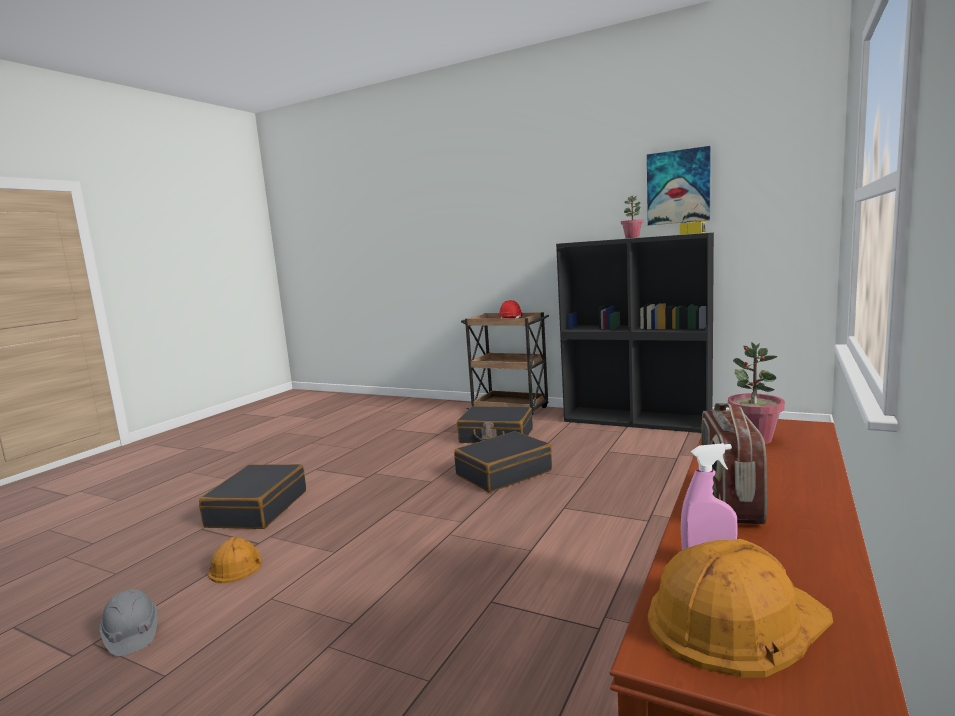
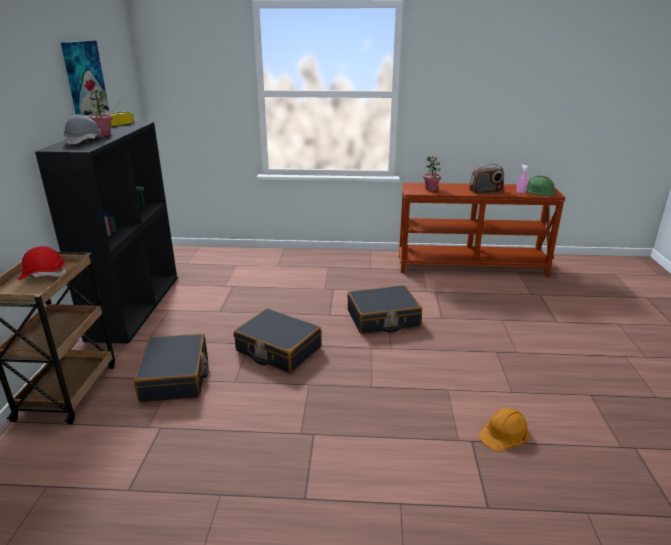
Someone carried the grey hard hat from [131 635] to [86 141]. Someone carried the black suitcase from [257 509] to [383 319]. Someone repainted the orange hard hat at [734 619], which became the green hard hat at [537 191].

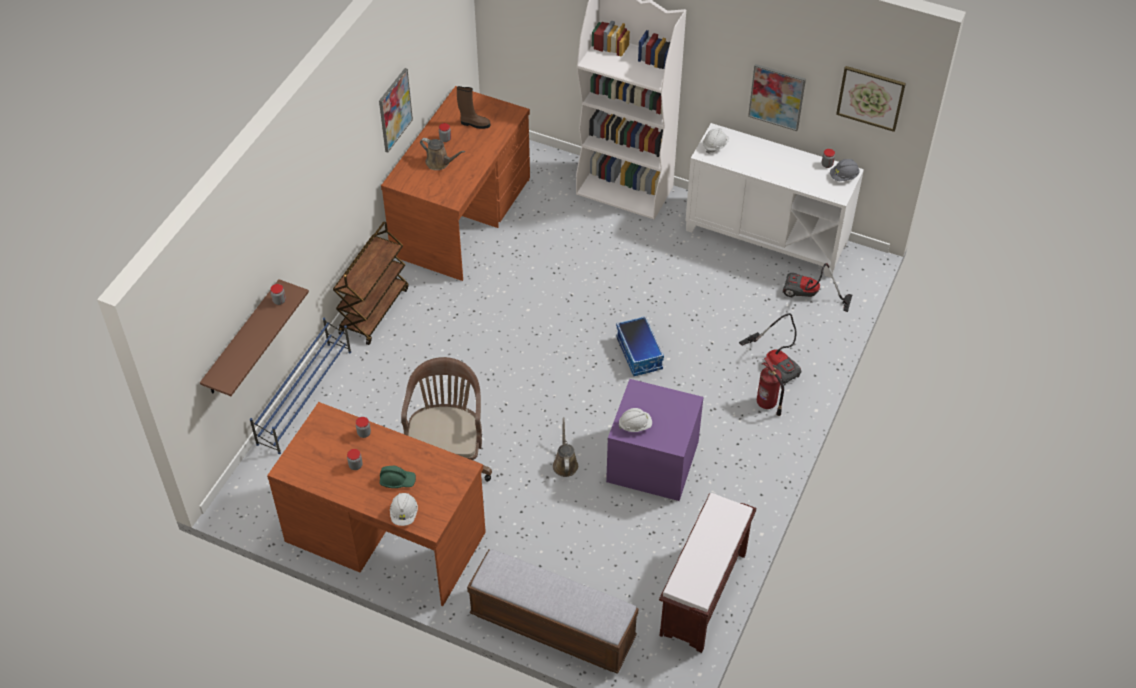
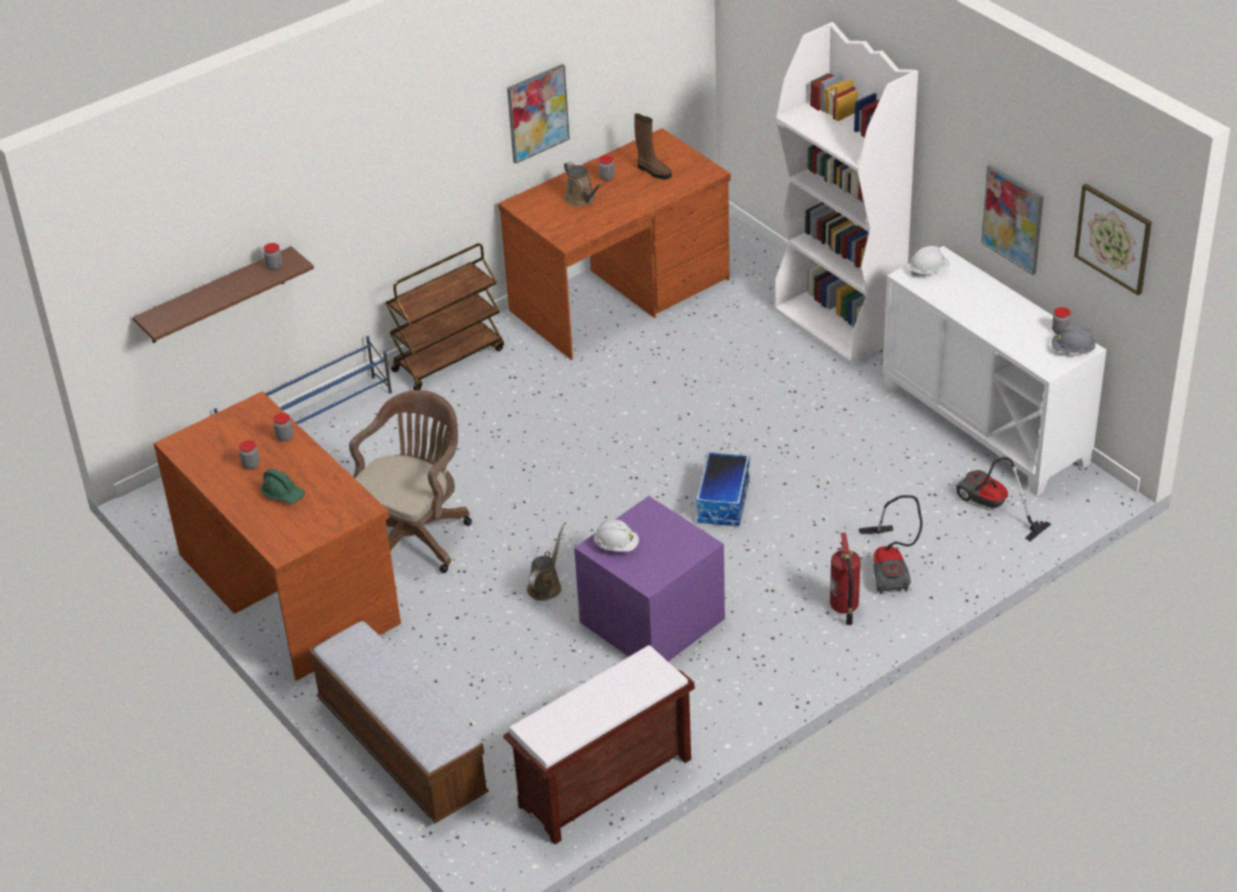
Someone took away the white hard hat at [404 514].

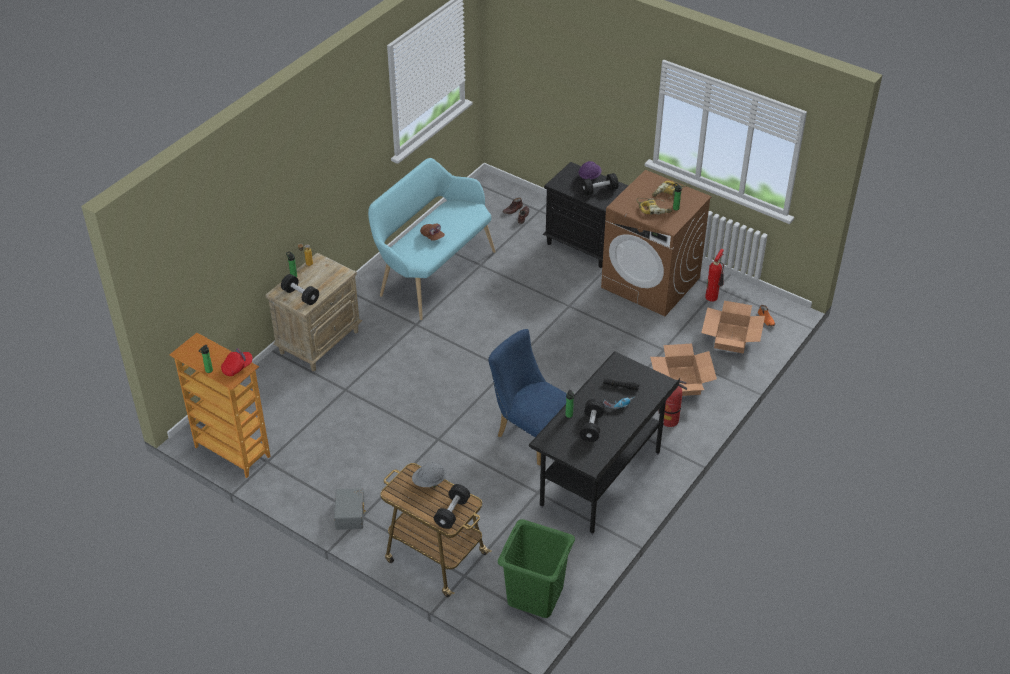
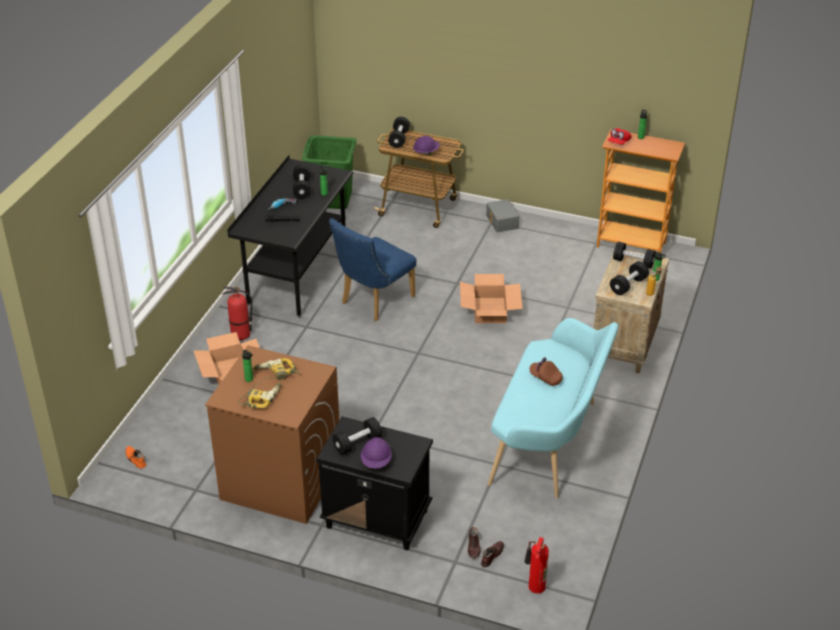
Someone put down the black dumbbell at [628 285]. Someone carried the cardboard box from [731 338] to [490 310]. Someone carried the fire extinguisher from [713 297] to [534 587]. Someone repainted the grey hard hat at [429 482], which became the purple hard hat at [426 152]. Someone rotated the blue chair at [530 433] by 105 degrees clockwise.

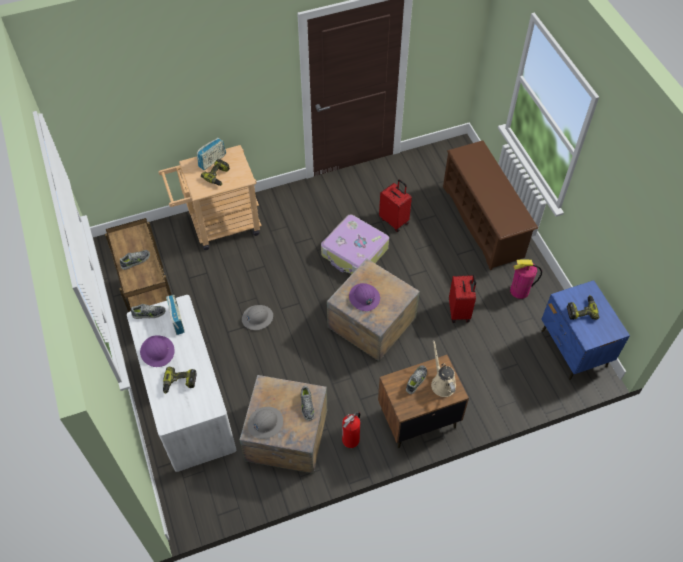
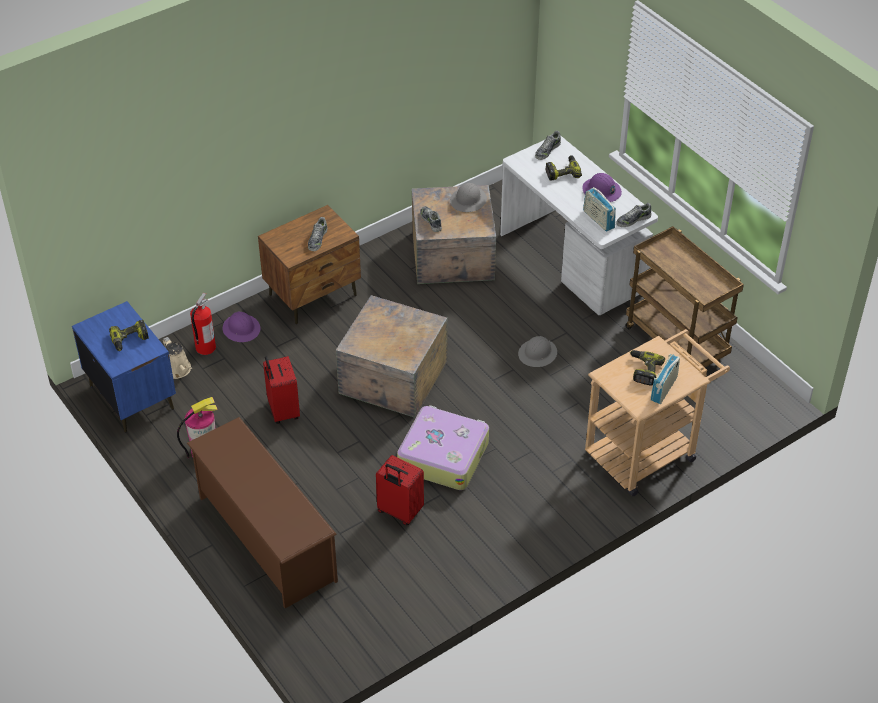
Someone carried the shoe from [135 261] to [547 150]. Someone carried the fire extinguisher from [351 440] to [205 348]. Someone carried the purple hard hat from [364 298] to [241 329]. Someone carried the beige watering can from [442 383] to [178 370].

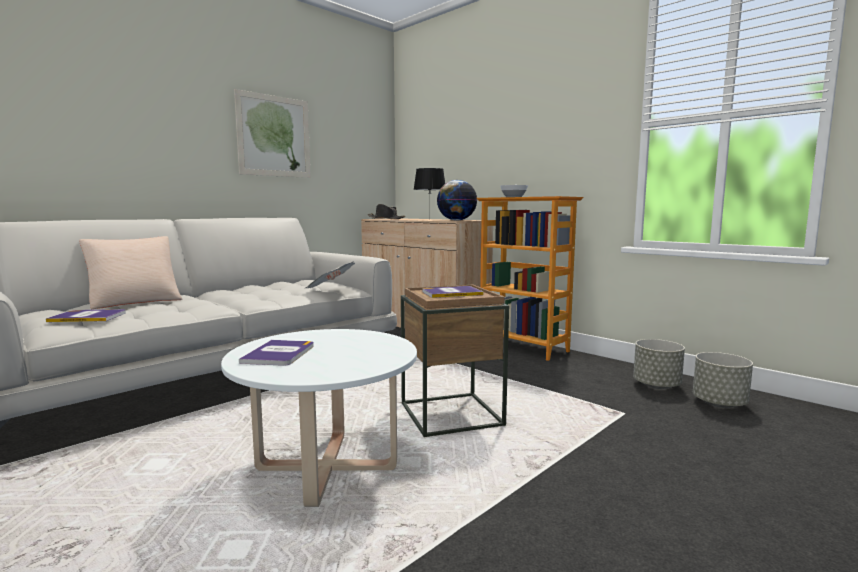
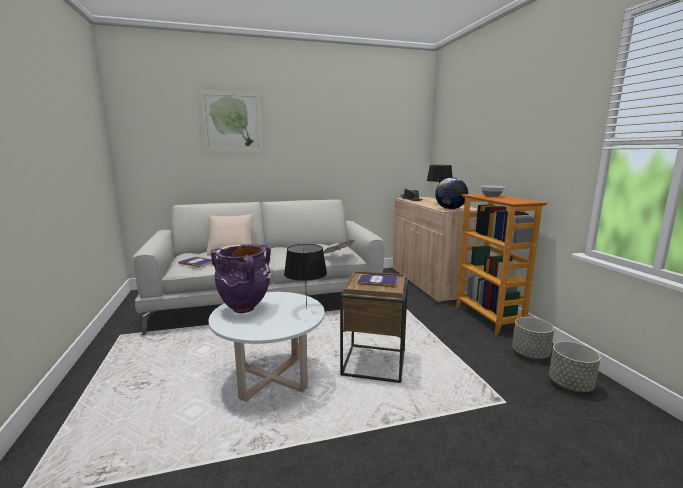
Someone put down the black table lamp at [306 309]. Someone carried the picture from [274 136] to [232 121]. Someone carried the grey planter from [718 403] to [530 354]. Someone swapped the book at [279 354] for the purple vase at [245 309].

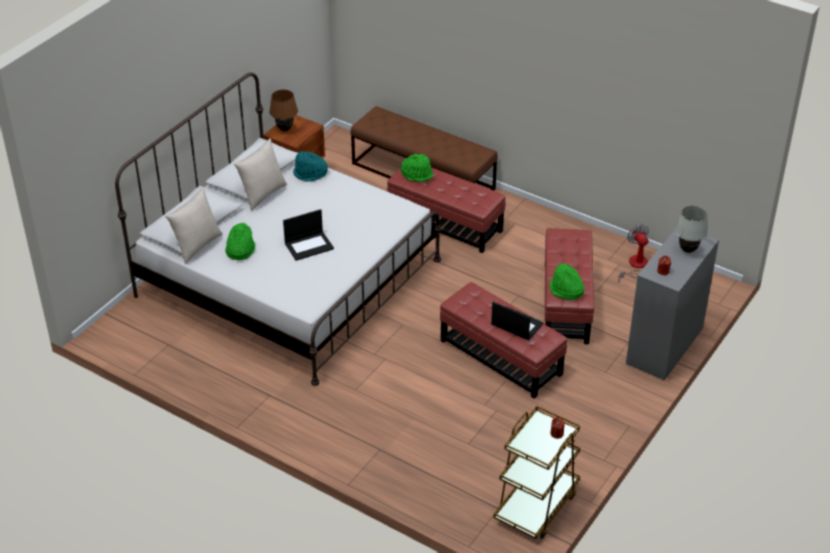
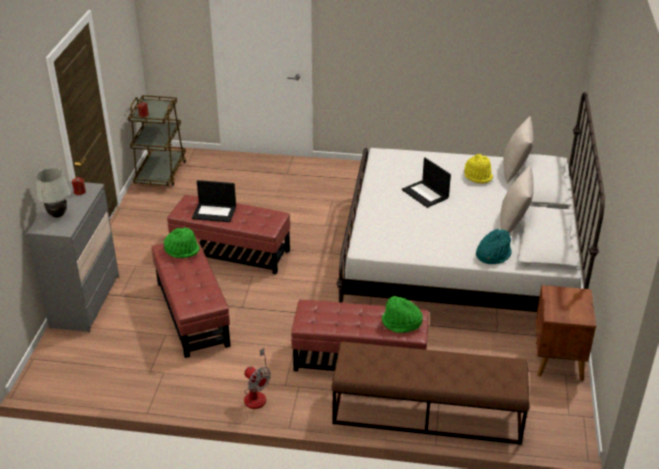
Someone took away the brown table lamp at [285 129]. Someone carried the fan from [635 266] to [256 394]. Someone repainted the green hat at [240 250], which became the yellow hat at [478 176]. Someone rotated the laptop at [309 245] by 75 degrees counterclockwise.

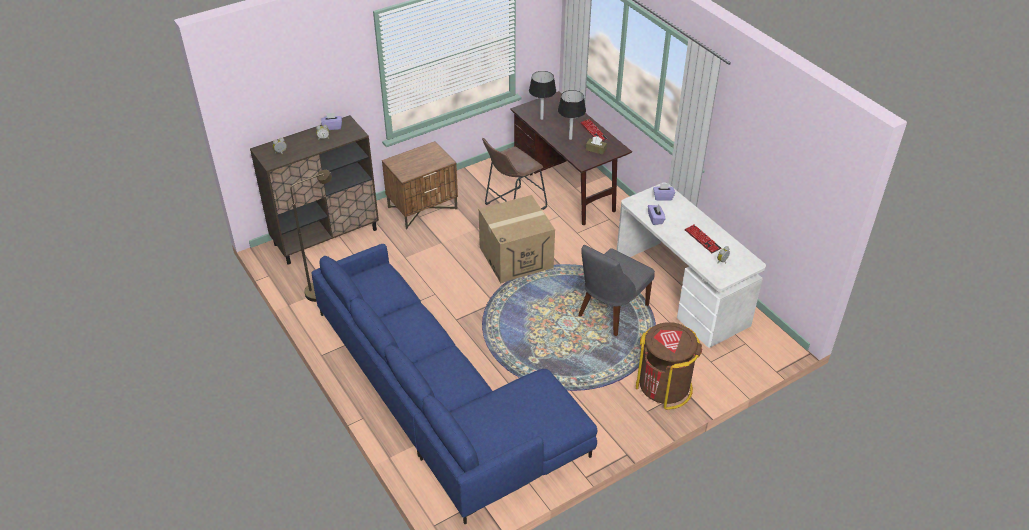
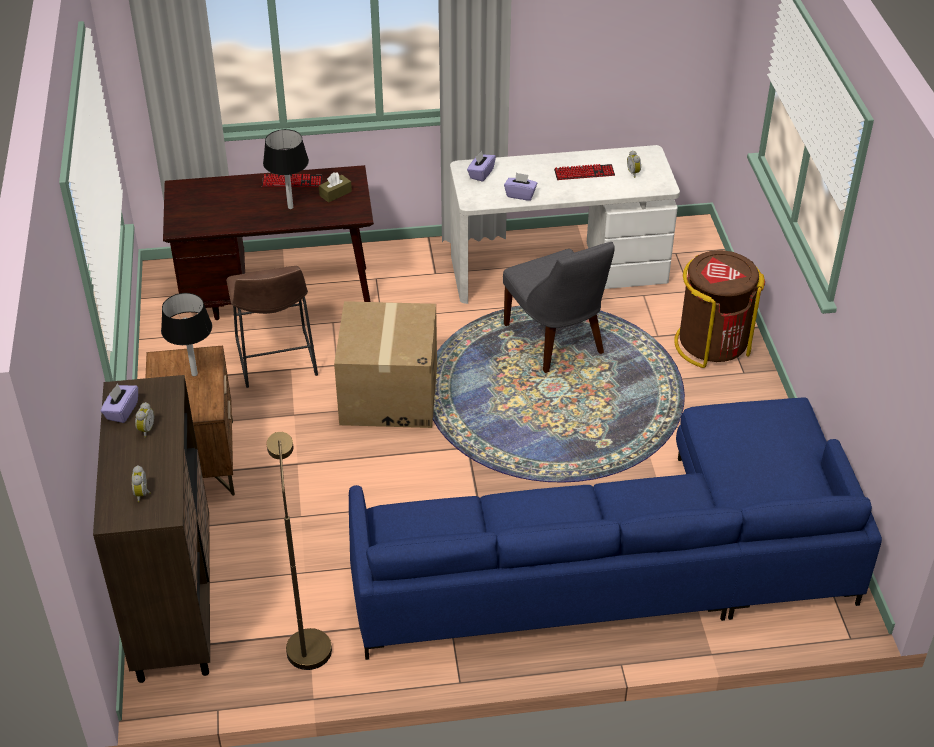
Someone carried the black table lamp from [541 118] to [194 374].

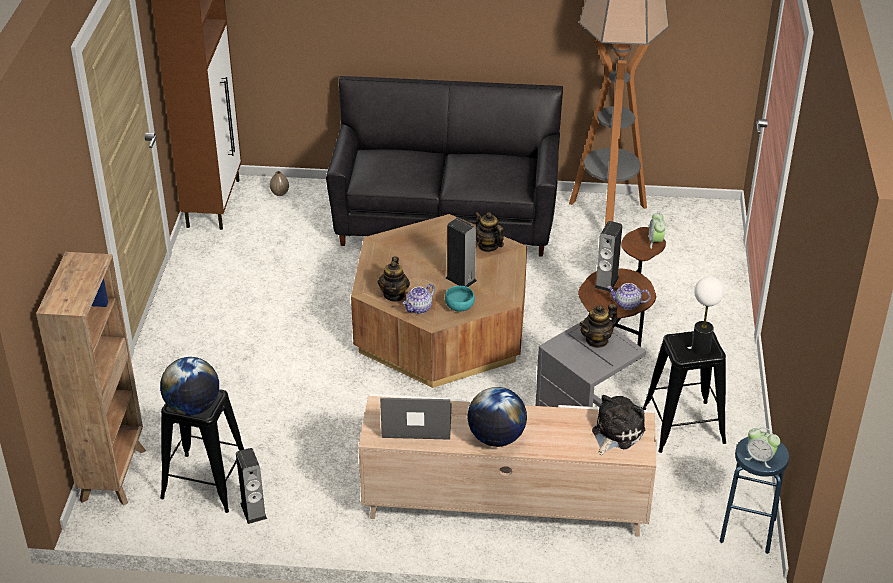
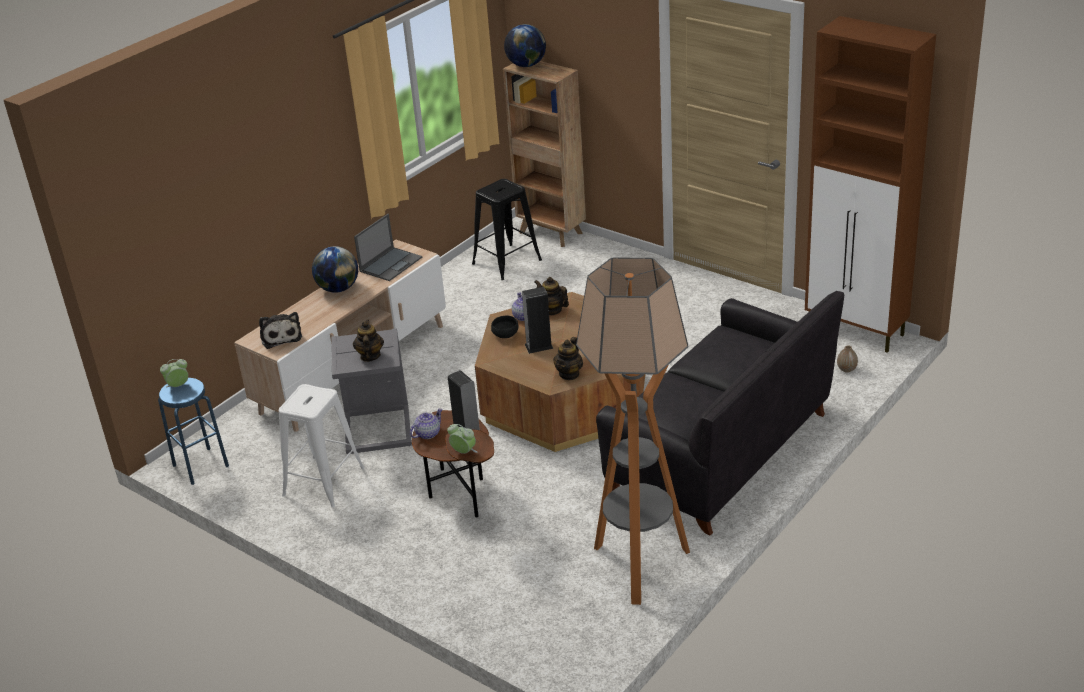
Someone took away the speaker at [253 511]. Someone took away the table lamp at [700 349]. Someone carried the globe from [193 407] to [526 65]. Someone repainted the turquoise bowl at [460 306], which became the black bowl at [505 335]. Someone repainted the black stool at [683 426], which became the white stool at [323 482]. Someone rotated the teapot at [488 246] by 120 degrees clockwise.

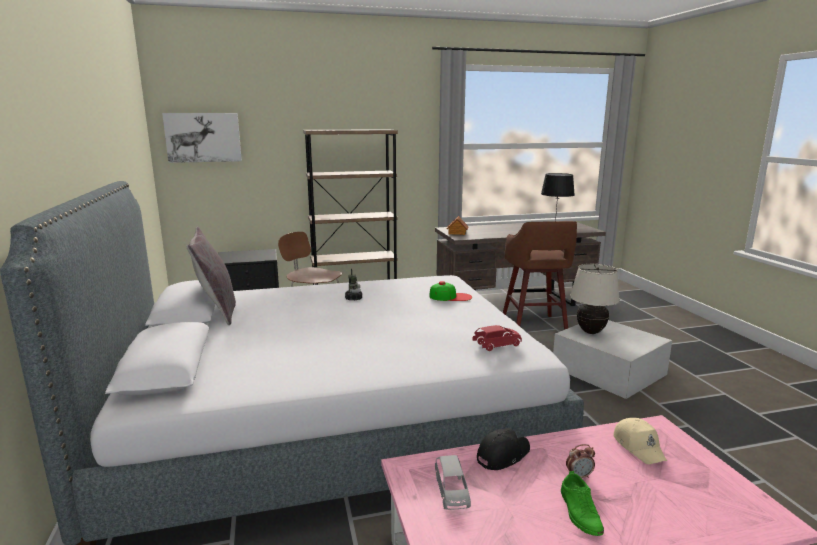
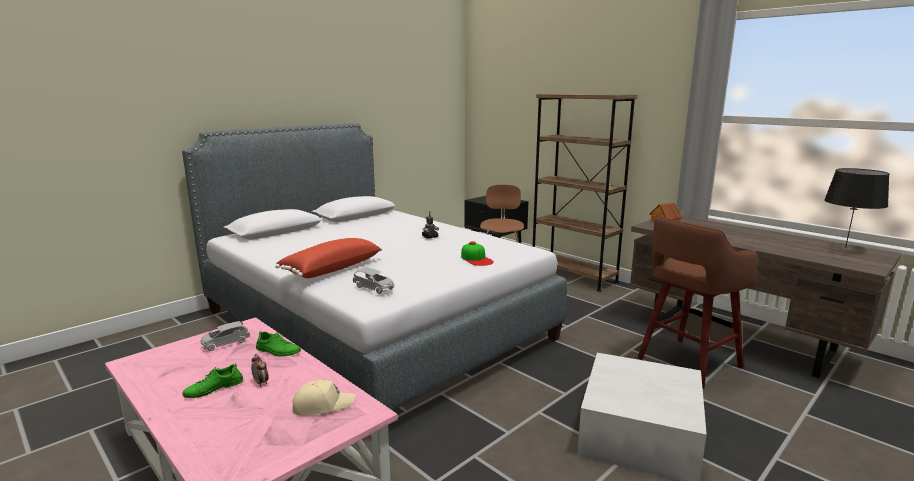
Someone took away the picture at [203 137]. Someone took away the grey pillow at [217 311]. Someone took away the beige table lamp at [591 332]. Someone put down the red pillow at [331 269]. Someone swapped the black cap at [502 455] for the green shoe at [278 351]. Someone repainted the red toy car at [497 345], which became the grey toy car at [374 288]. Someone rotated the beige cap at [639 446] by 150 degrees counterclockwise.

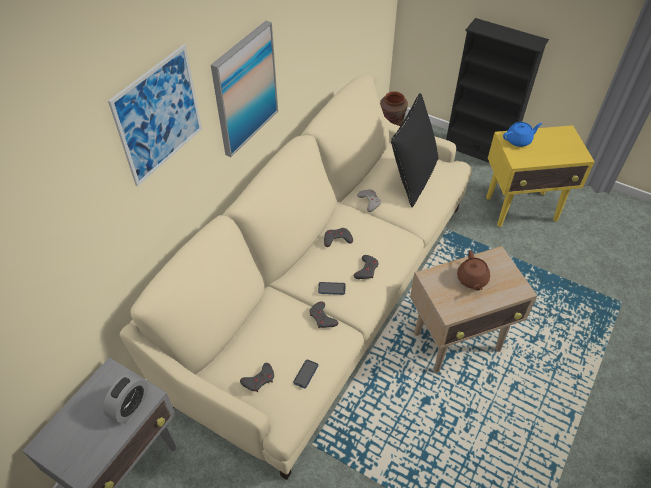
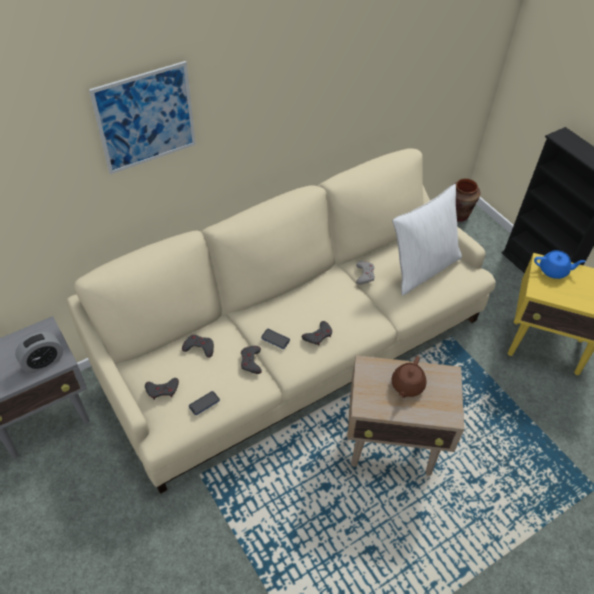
Someone took away the picture at [245 89]. Someone carried the grey game controller from [337 239] to [199 347]. Someone repainted the black pillow at [412 178], which became the white pillow at [422 268].

